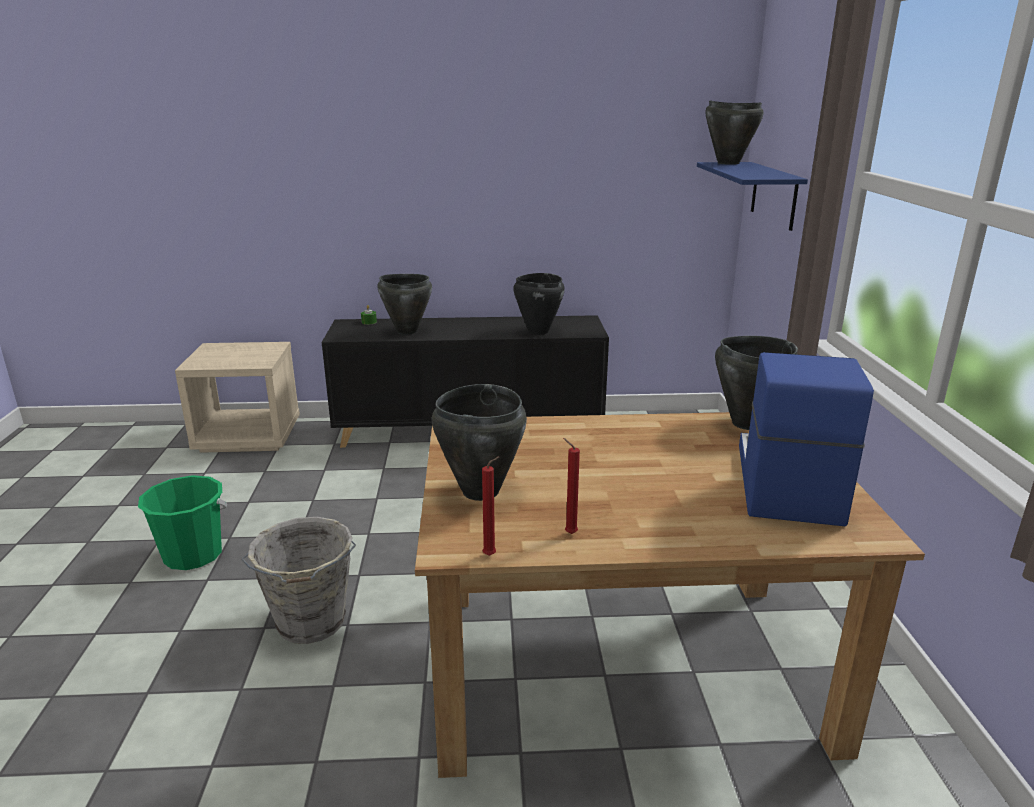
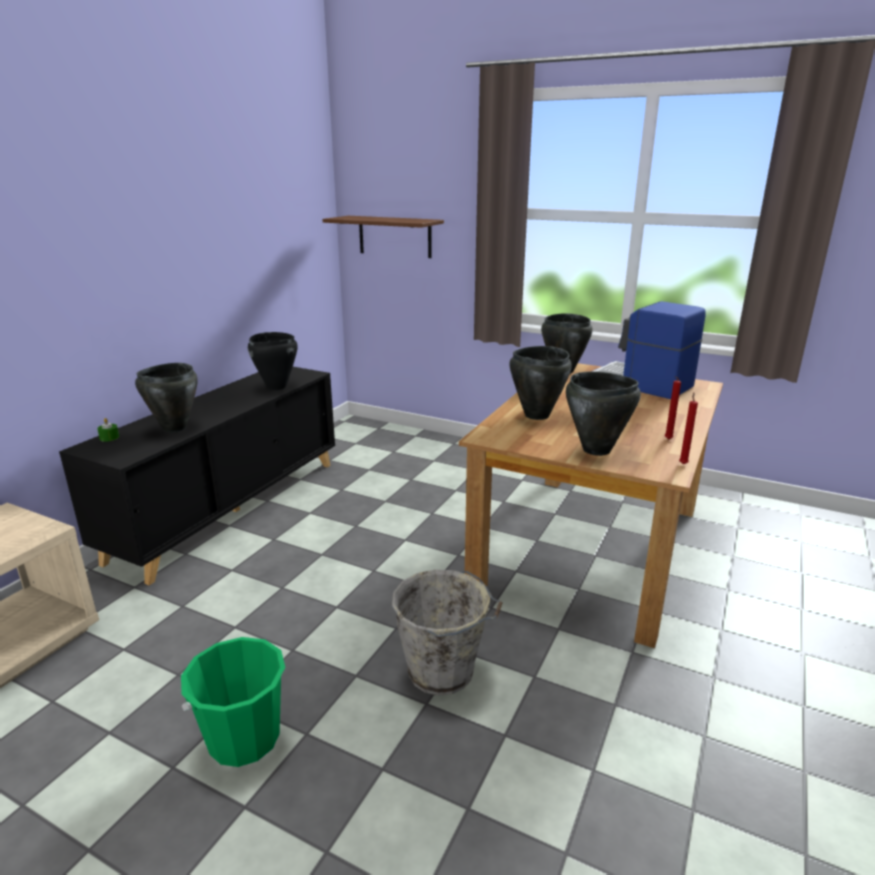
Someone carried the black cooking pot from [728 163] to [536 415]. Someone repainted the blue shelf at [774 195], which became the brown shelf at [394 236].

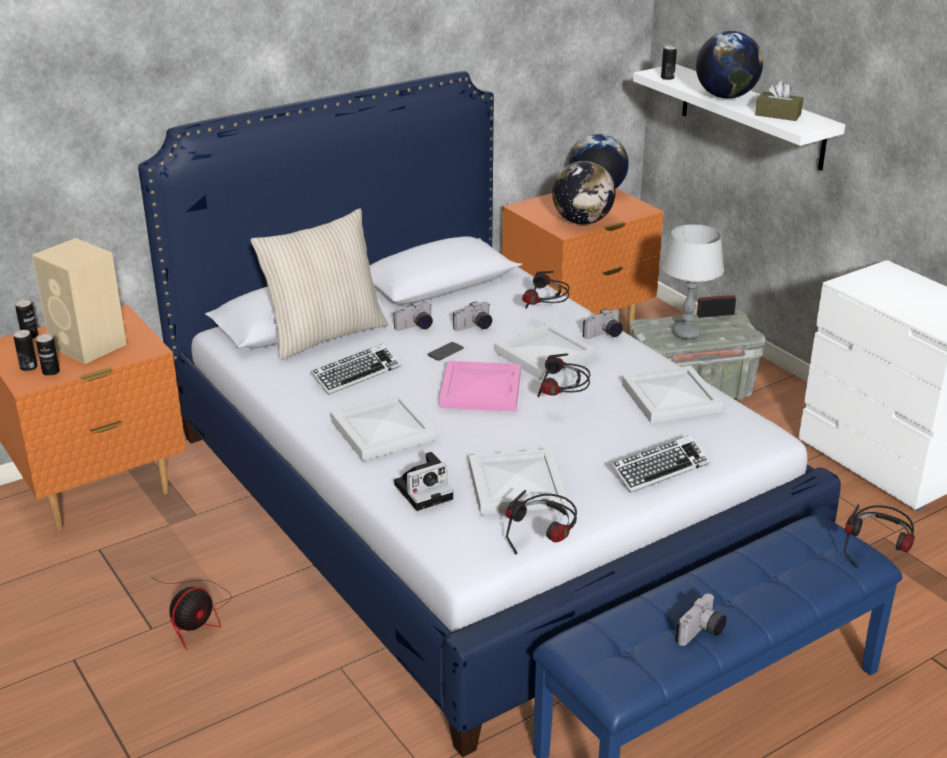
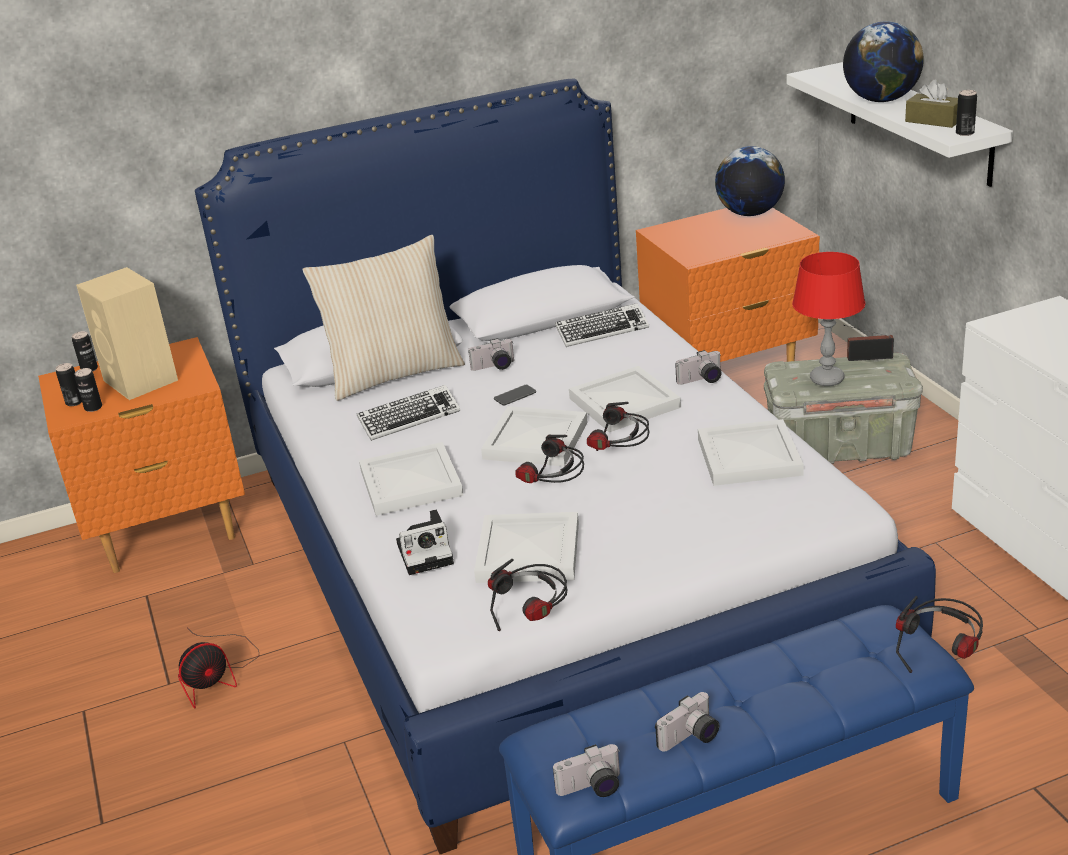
Someone took away the globe at [582 222]. Someone carried the photo camera from [475 327] to [592 789]. Someone carried the headphones from [545 315] to [555 494]. Someone carried the keyboard from [659 469] to [602 331]. Someone carried the can from [667 78] to [965 133]. Someone repainted the pink tray at [482 390], which became the white tray at [536 441]. Someone repainted the grey table lamp at [686 333], which became the red table lamp at [826 379].

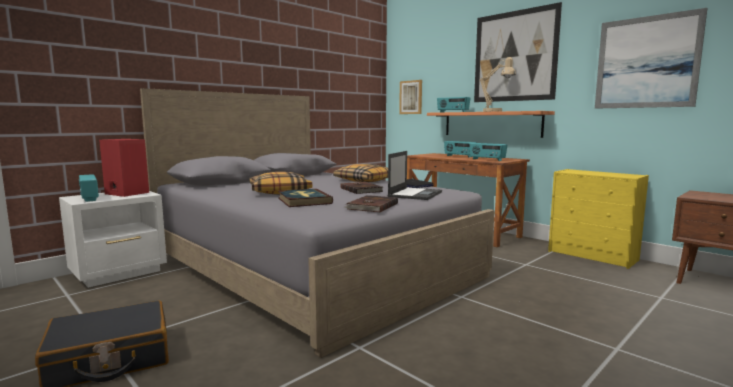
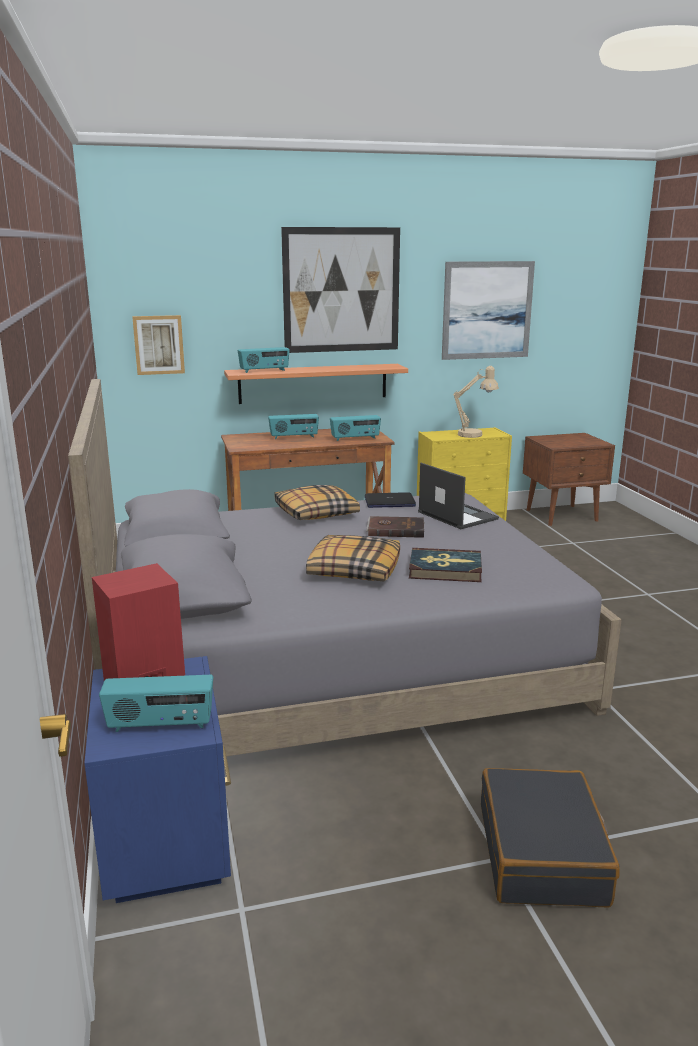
Someone took away the brown book at [371 206]. Someone carried the beige table lamp from [496 111] to [474 434]. Someone repainted the white nightstand at [120 273], which became the blue nightstand at [168 841].

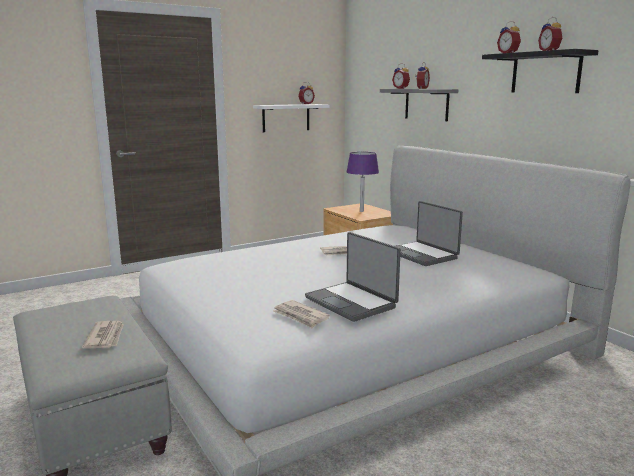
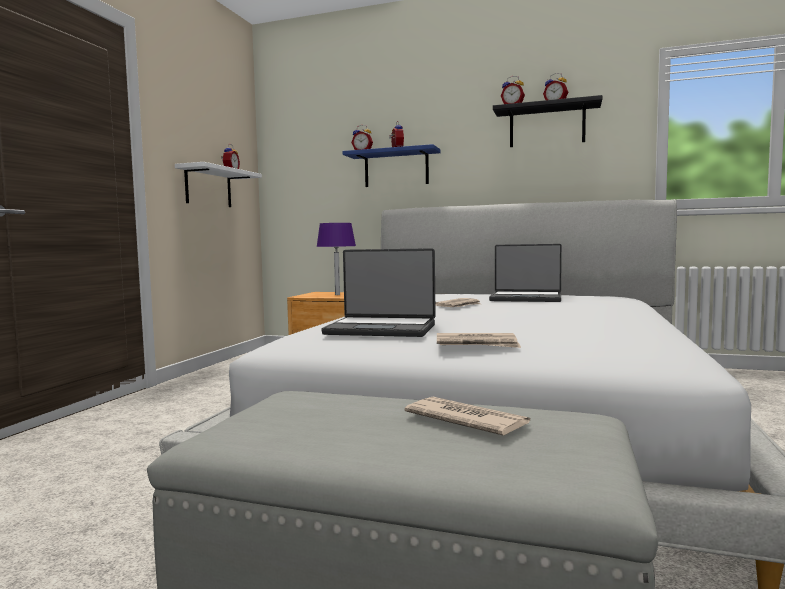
Someone carried the newspaper from [300 316] to [477 344]. Someone carried the laptop from [352 302] to [381 329]. Someone repainted the grey shelf at [426 104], which became the blue shelf at [396 169].

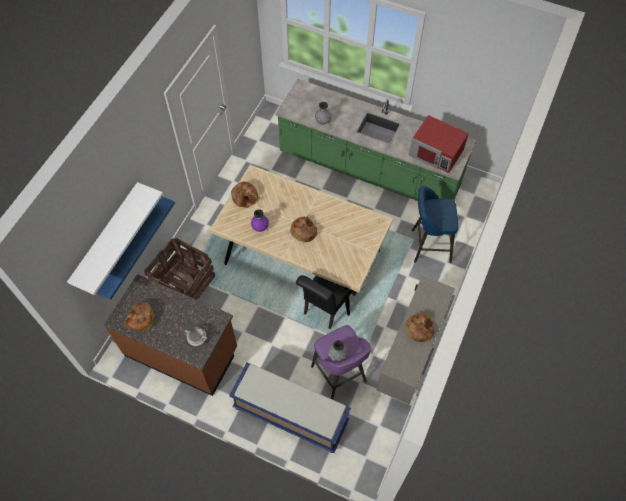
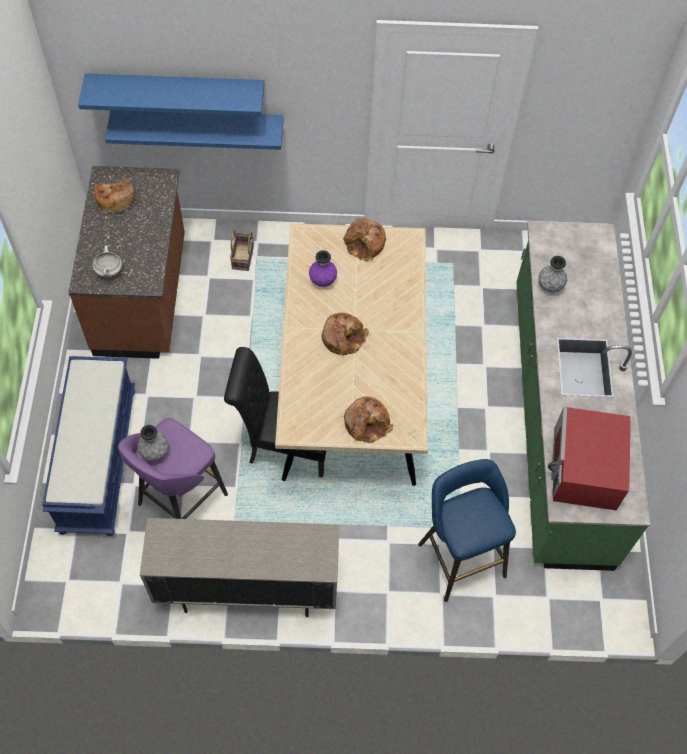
Someone carried the bread from [419 329] to [367 423]. Someone swapped the crate at [184 283] for the basket at [243 258]. Someone repainted the white shelf at [106 236], which became the blue shelf at [176 89].

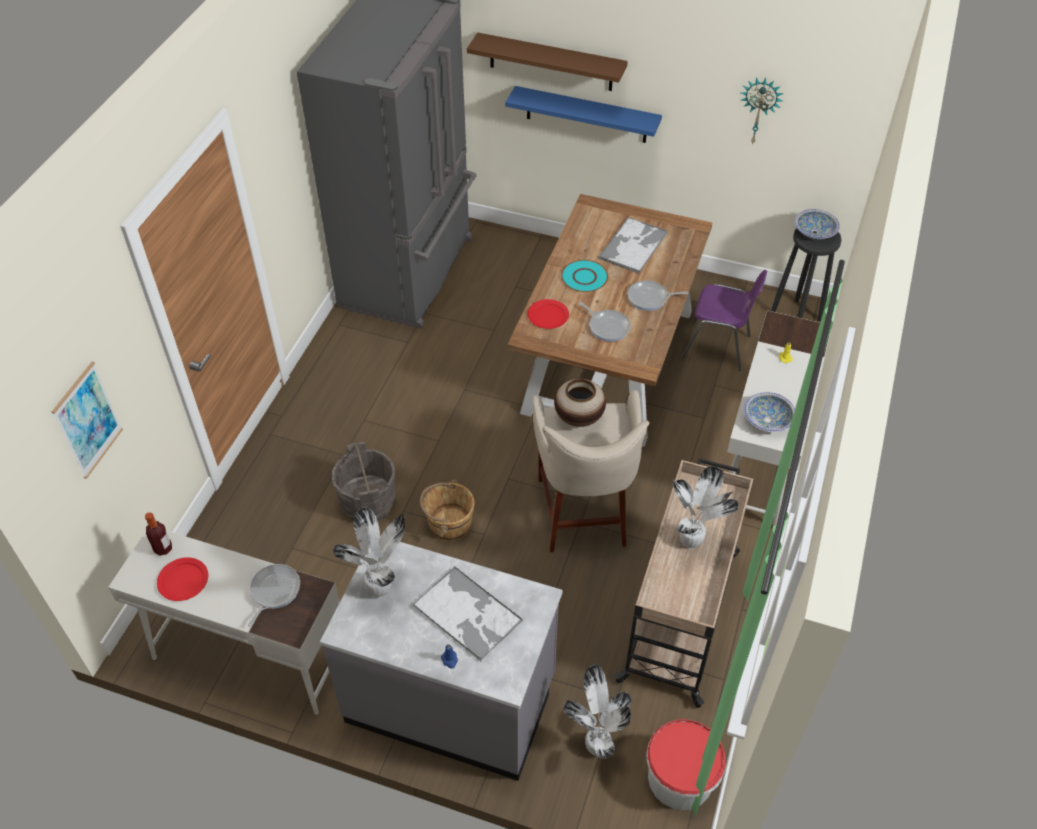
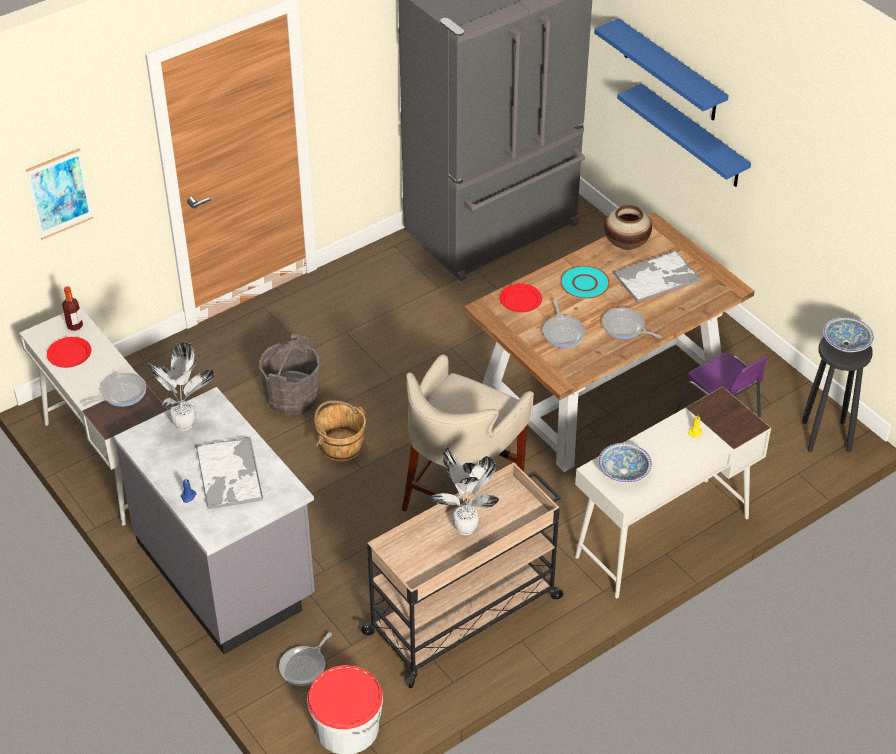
Someone took away the wall clock at [759 109]. Someone carried the vase from [578 417] to [626 244]. Someone swapped the potted plant at [596 745] for the frying pan at [305 666]. Someone repainted the brown shelf at [551 62], which became the blue shelf at [670 71].

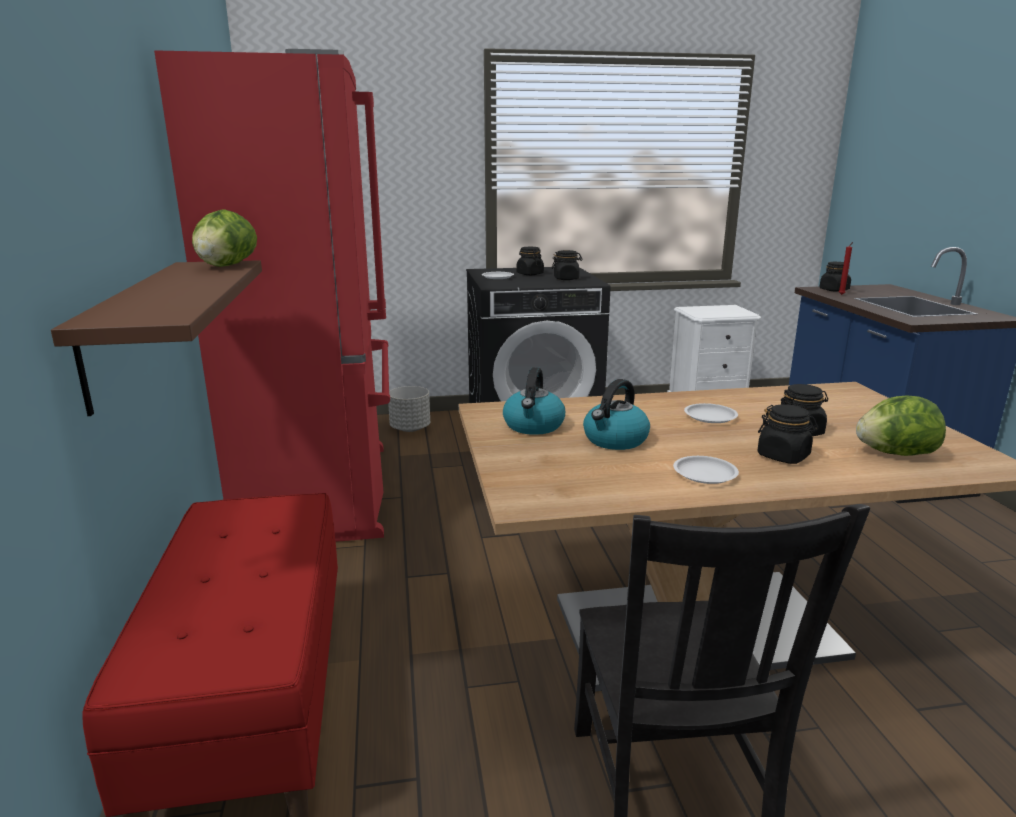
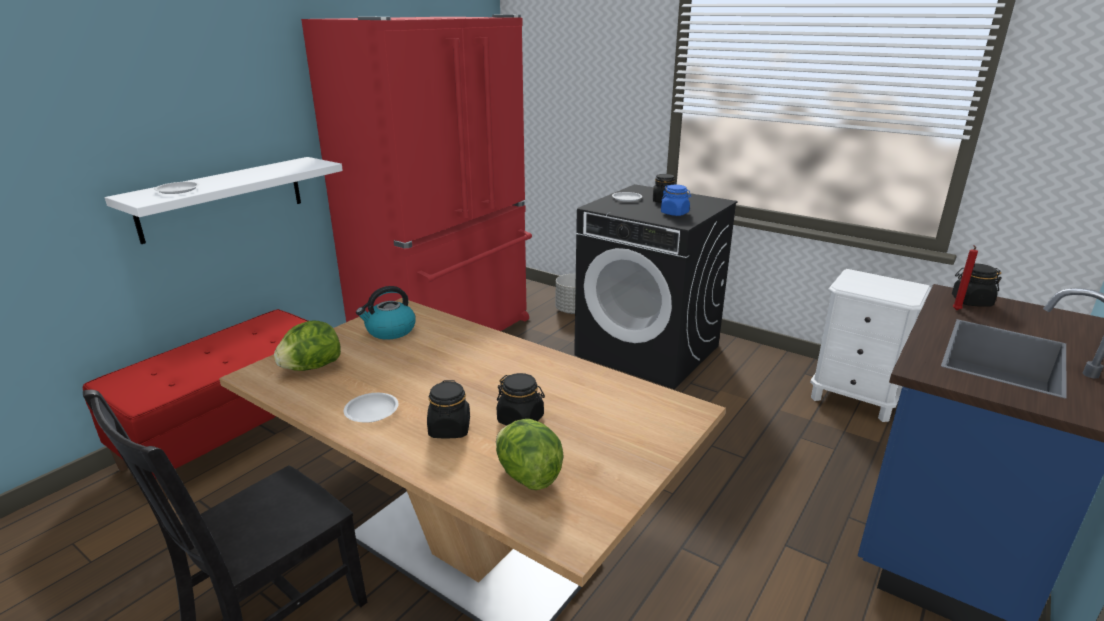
Someone took away the kettle at [615 440]. Someone carried the lettuce from [226 266] to [311 367]. Someone carried the white plate from [709 416] to [177 190]. Someone repainted the brown shelf at [134 328], which became the white shelf at [222 198]. Someone repainted the black jar at [566 279], which became the blue jar at [675 213].

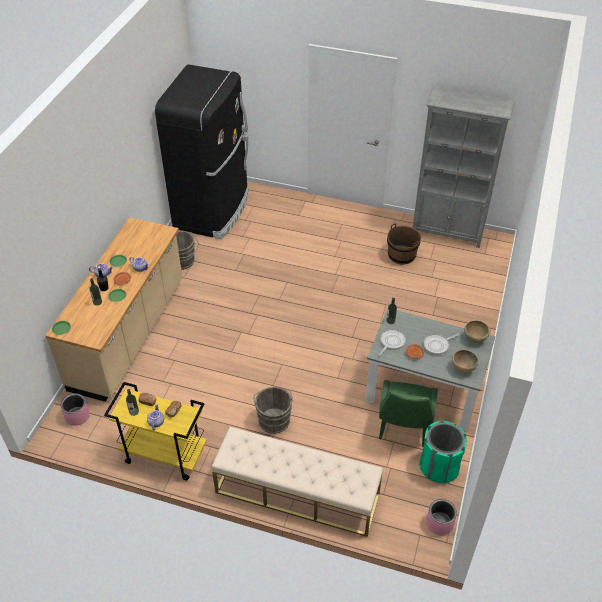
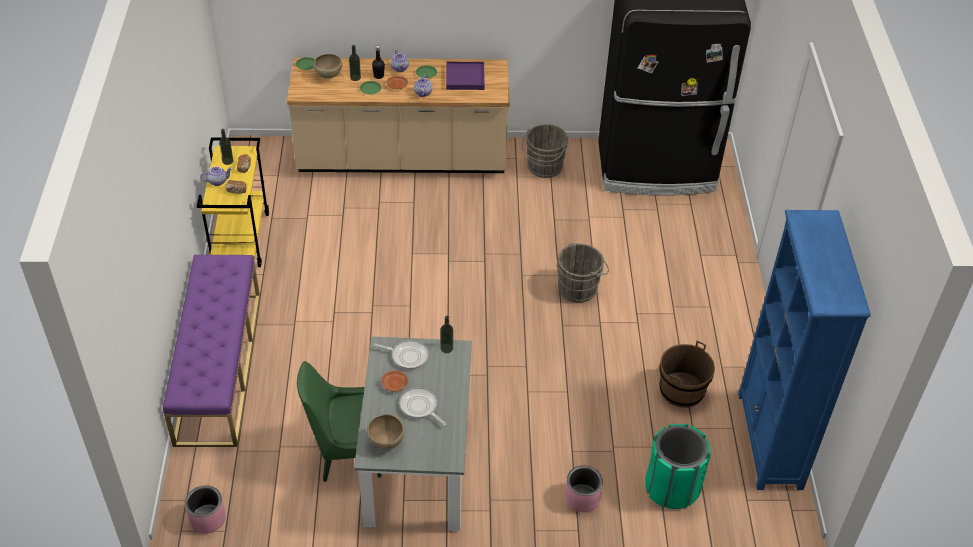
Someone put down the purple tray at [465 78]. Someone carried the pink planter from [77 416] to [582 498]. Someone carried the grey bucket from [274 419] to [580 288]. Someone carried the green trash can from [439 466] to [672 488]. Someone carried the brown bowl from [474 339] to [329 76]. Someone repainted the beige bench at [297 493], which became the purple bench at [218 366]. Someone repainted the grey bookcase at [448 232], which became the blue bookcase at [769 441].

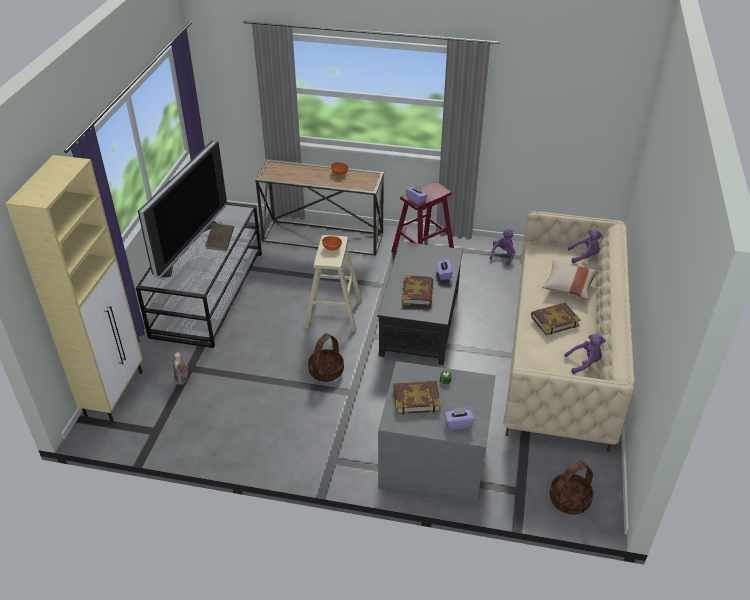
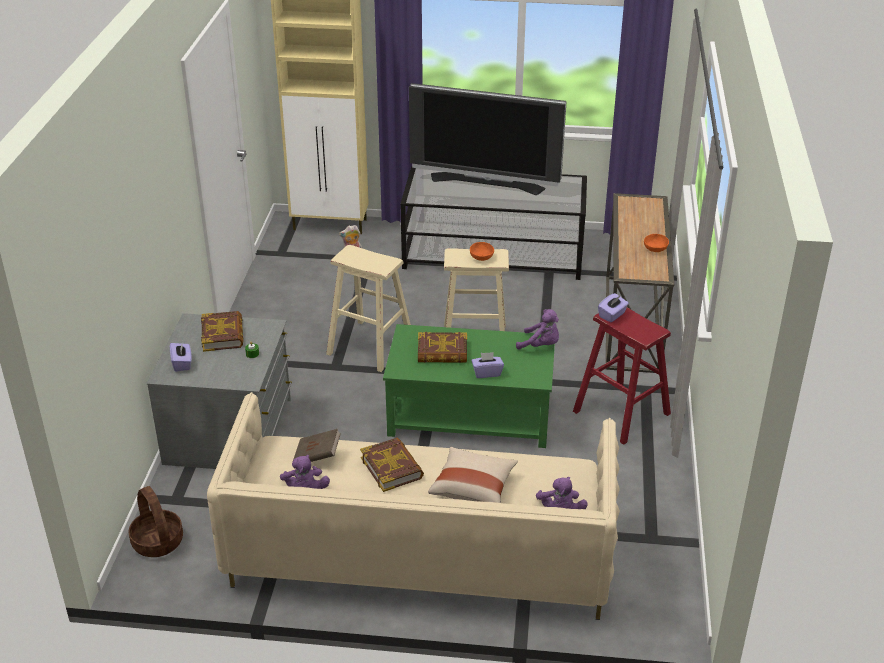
Someone carried the brown book from [220 243] to [317 456]. Someone carried the purple plush toy from [503 255] to [541 345]. Someone swapped the basket at [326 371] for the beige stool at [370 345]. Someone repainted the black coffee table at [419 322], which became the green coffee table at [469 414].

